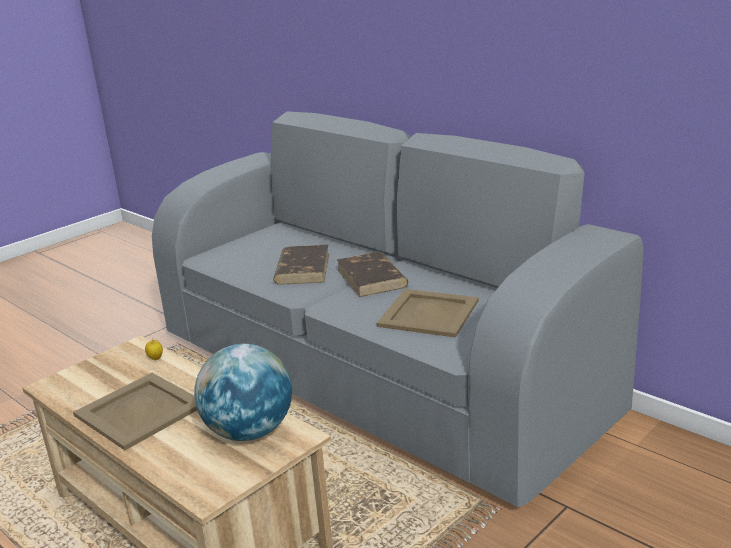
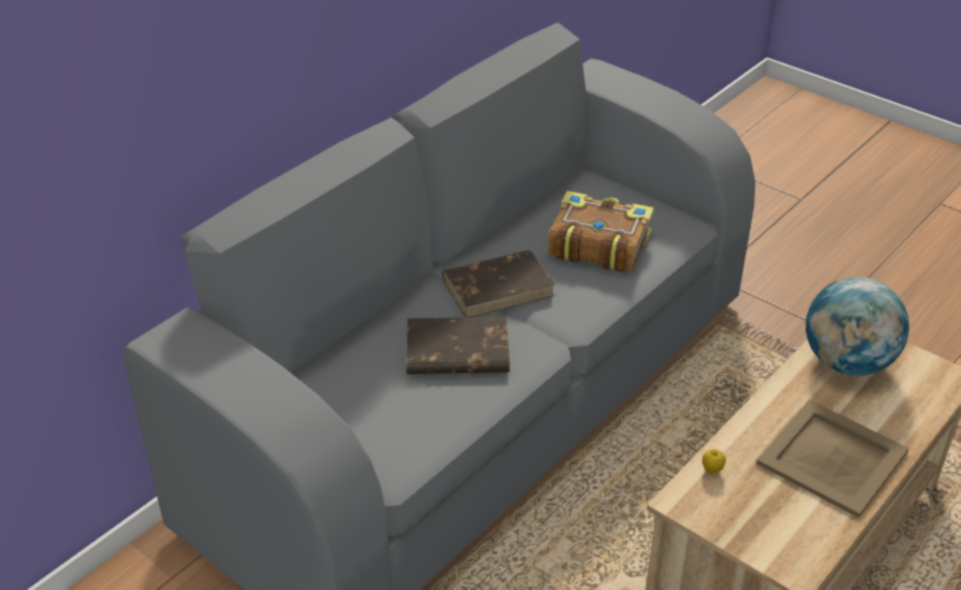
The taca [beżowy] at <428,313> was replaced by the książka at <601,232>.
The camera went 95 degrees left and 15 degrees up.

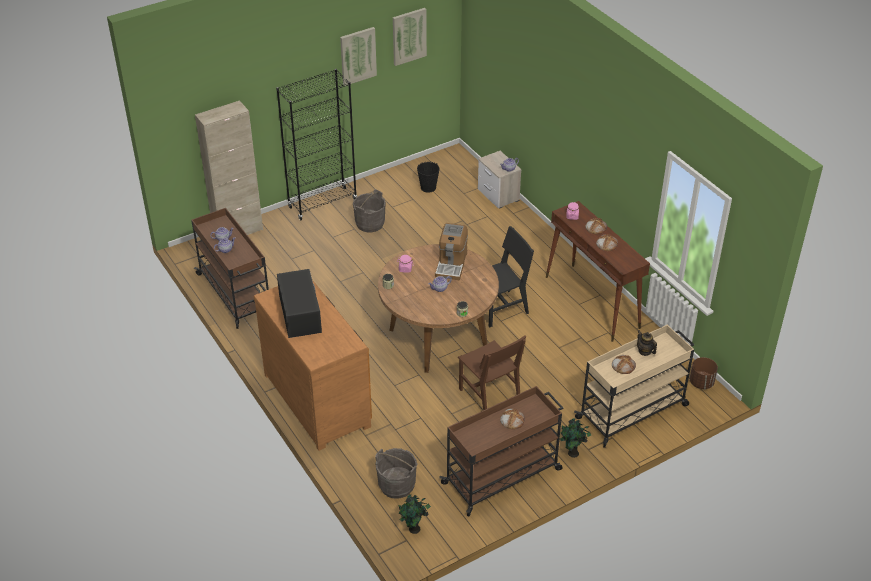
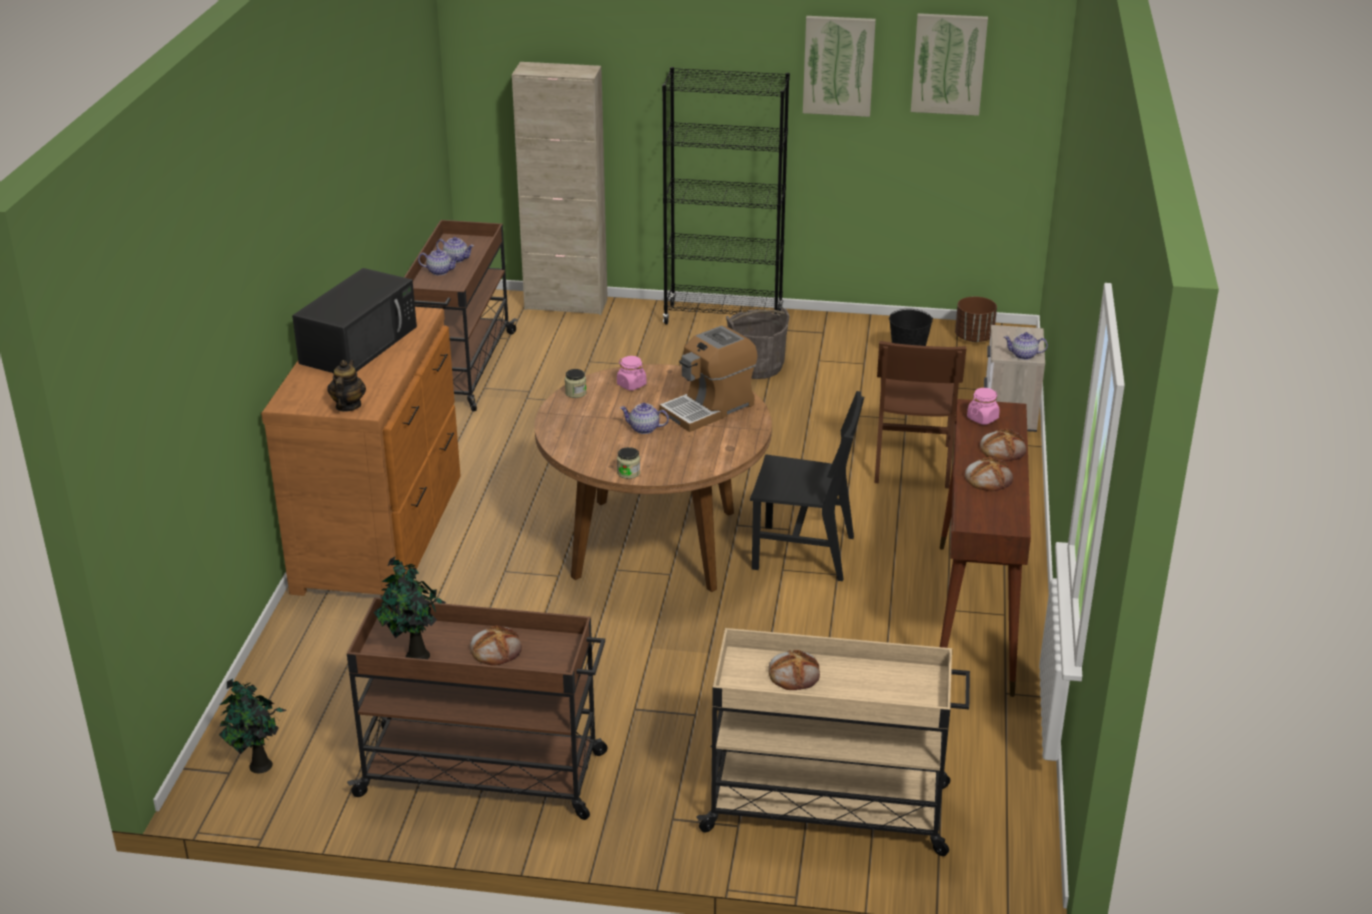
The imbryk moved from <647,343> to <346,386>.
The roślina doniczkowa moved from <575,438> to <410,607>.
The krzesło [brązowy] moved from <492,372> to <920,414>.
The donica [brązowy] moved from <704,373> to <976,319>.
The wiadro [szary] at <396,473> disappeared.
The camera went 40 degrees right and 10 degrees down.

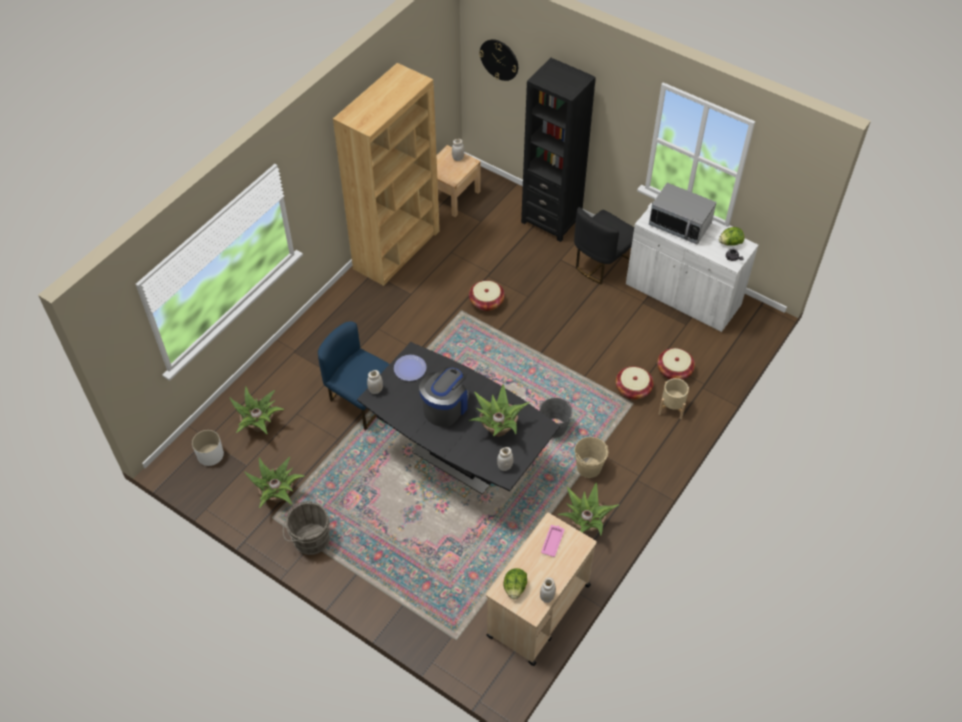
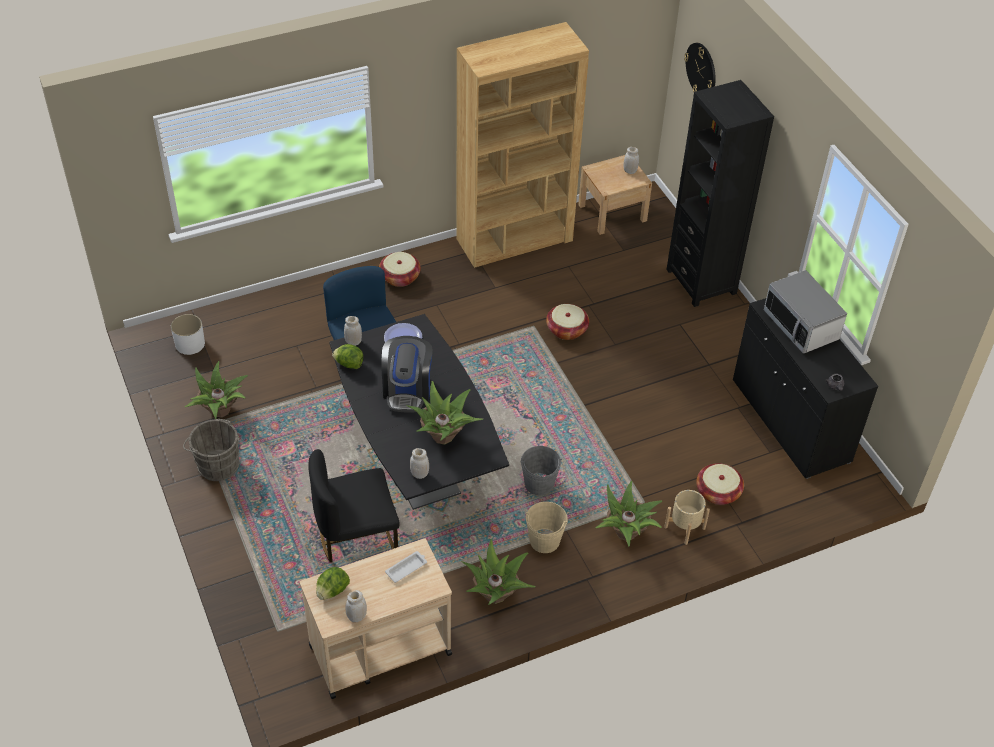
The krzesło [czarny] moved from <604,245> to <354,505>.
The sałata moved from <731,236> to <347,356>.
The koszyk moved from <635,382> to <400,269>.
The ekspres do kawy at <444,397> turned 120 degrees clockwise.
The taca [różowy] at <553,541> became the taca [biały] at <406,567>.
The roślina doniczkowa moved from <256,410> to <628,514>.
The szafka [biały] at <692,268> became the szafka [czarny] at <805,388>.
The camera went 30 degrees right and 5 degrees down.

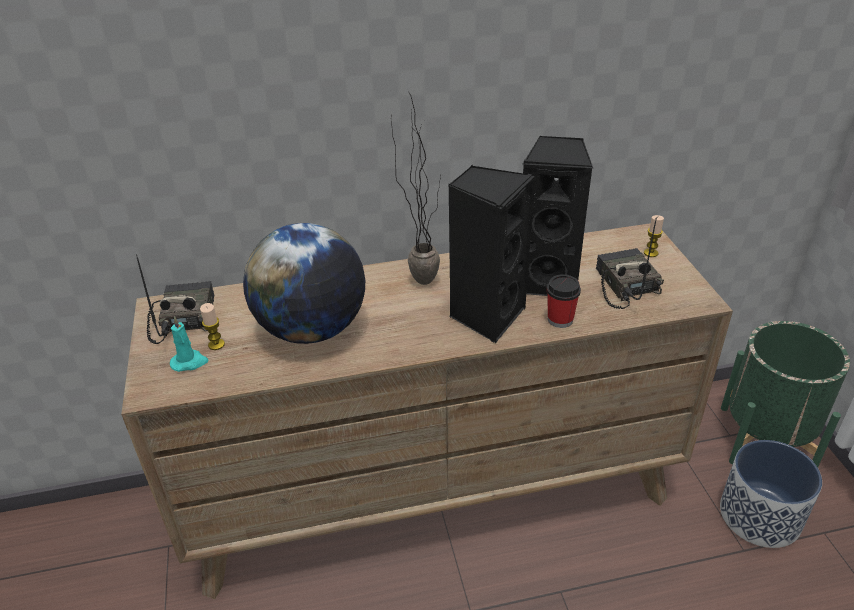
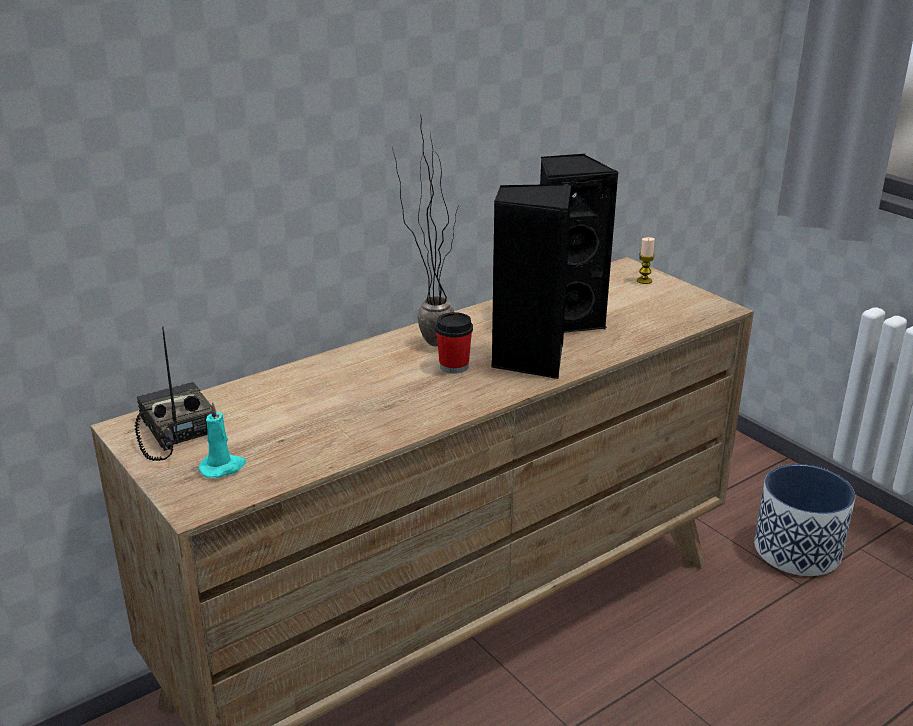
The filiżanka moved from <564,301> to <454,343>.
The świeca at <212,326> disappeared.
The globus at <304,283> disappeared.
The radio at <630,263> disappeared.
The donica [zielony] at <785,394> disappeared.
The camera went 25 degrees left and 10 degrees down.

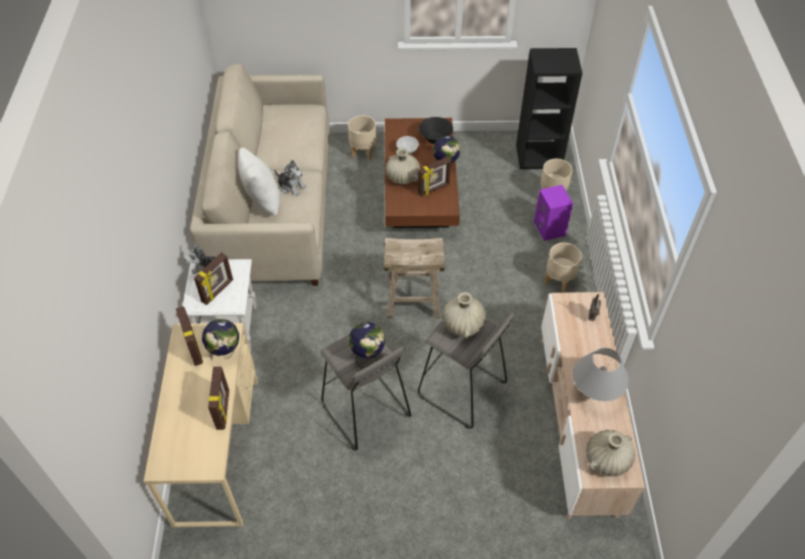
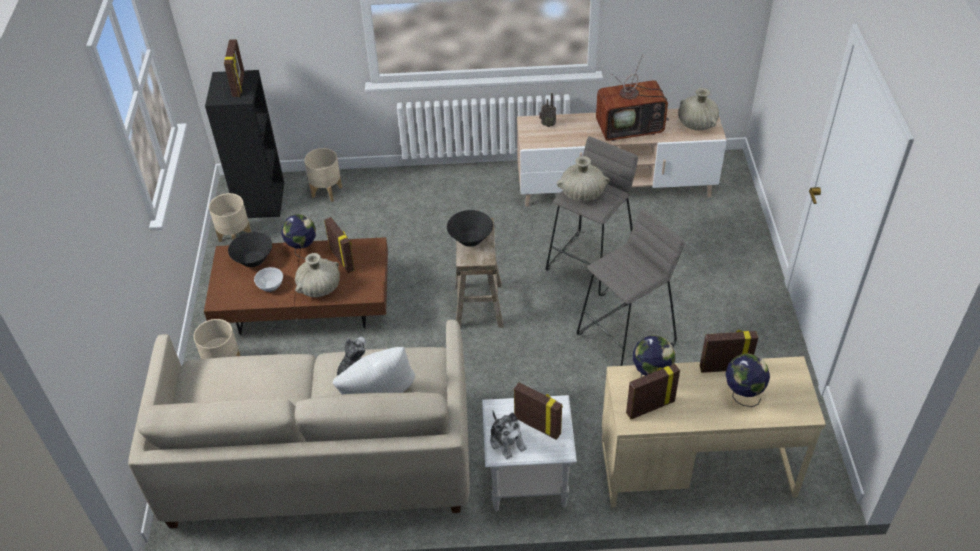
The donica [beżowy] moved from <563,268> to <230,217>.
The ramka na zdjęcie at <234,68> appeared.
The miska [czarny] at <470,228> appeared.
The lampa stołowa [szary] at <601,374> was replaced by the telewizor at <633,97>.
The globus moved from <367,345> to <747,380>.
The głośnik [fioletowy] at <553,213> disappeared.
The camera went 90 degrees left and 5 degrees down.

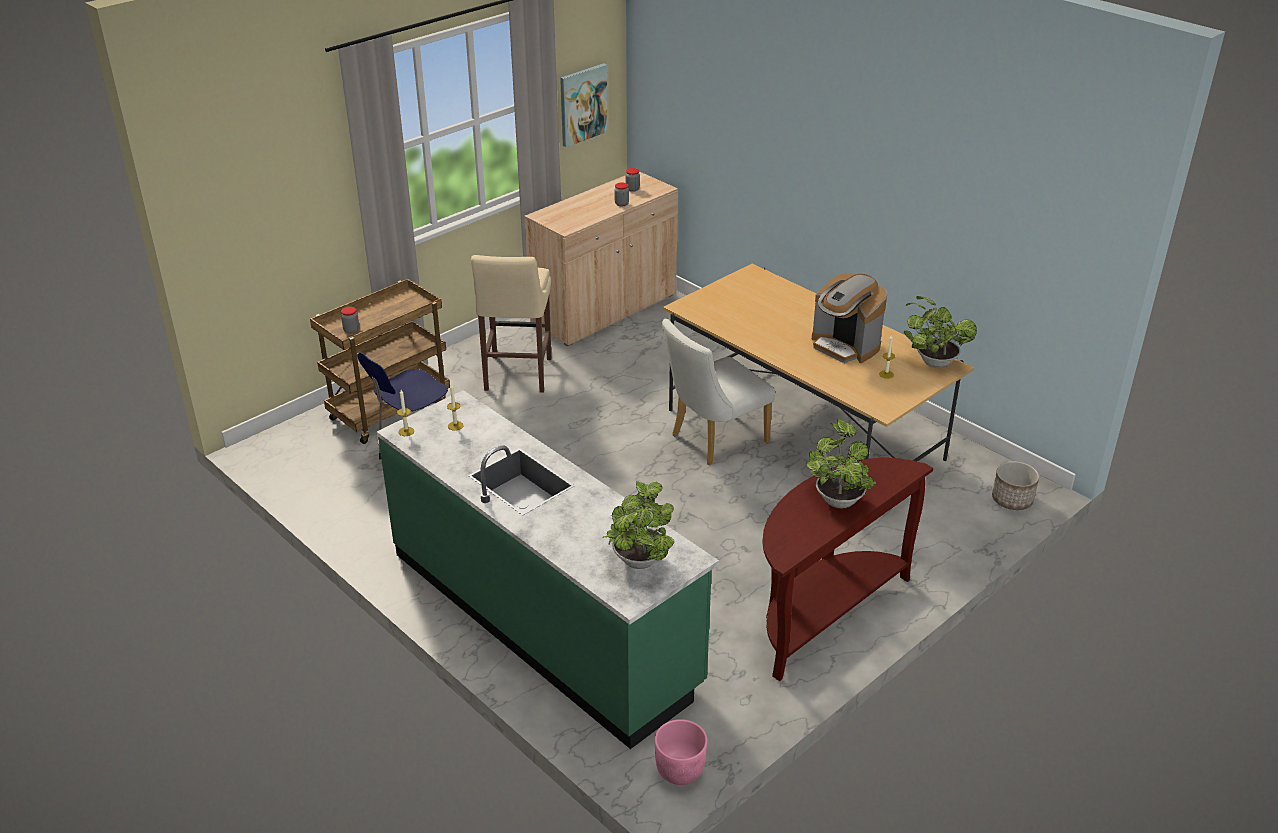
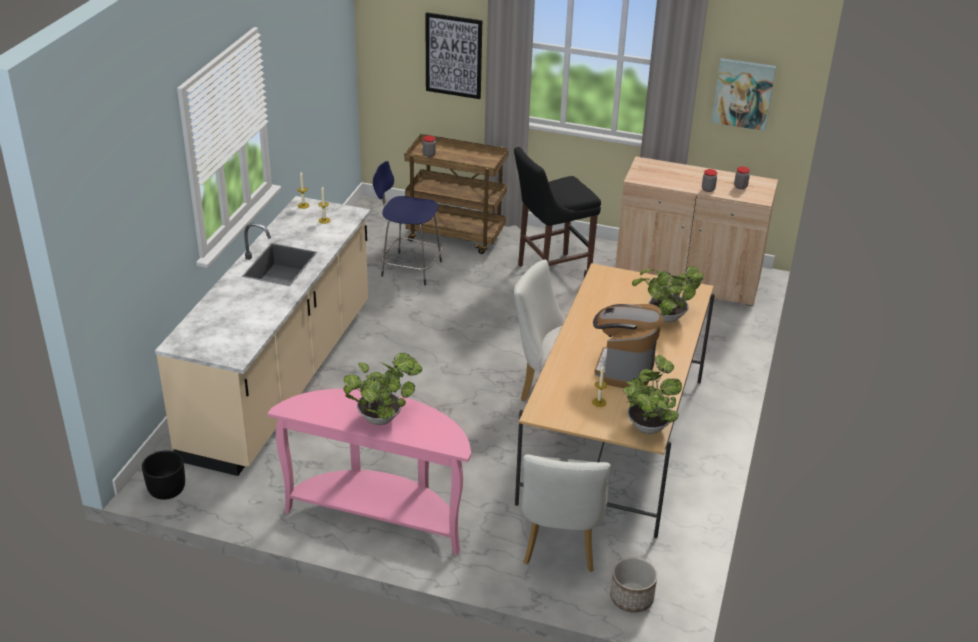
The donica [różowy] at <681,752> became the donica [czarny] at <163,475>.
The zabudowa kuchenna [zielony] at <548,569> became the zabudowa kuchenna [beżowy] at <263,336>.
The stolik konsolowy [brązowy] at <847,569> became the stolik konsolowy [różowy] at <369,472>.
The obraz at <453,55> appeared.
The stołek [beżowy] at <511,324> became the stołek [czarny] at <557,209>.
The krzesło [biały] at <566,513> appeared.
The roślina doniczkowa moved from <638,525> to <668,294>.
The camera went 60 degrees right and 0 degrees up.

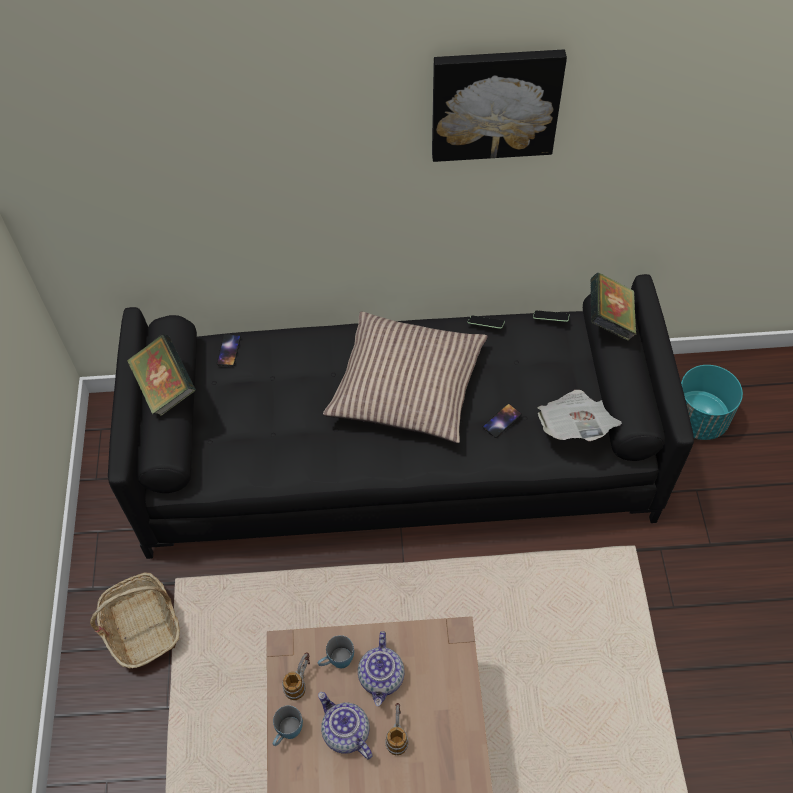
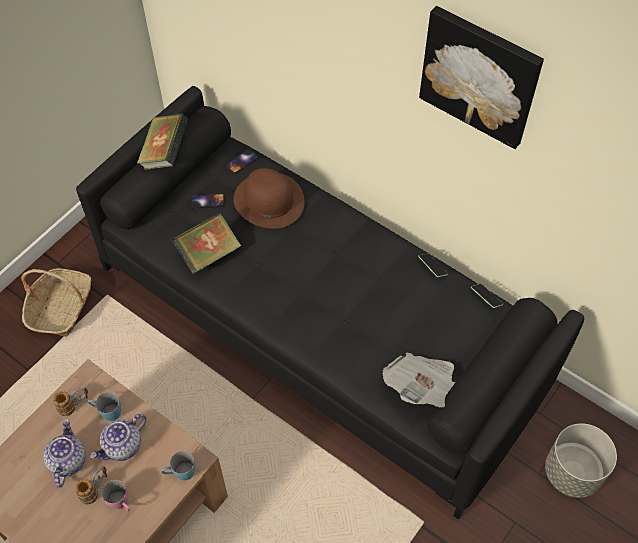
The kubek [różowy] at <115,495> appeared.
The kubek [niebieski] moved from <288,725> to <178,465>.
The książka moved from <613,307> to <206,243>.
The telefon moved from <502,420> to <207,201>.
The kapelusz [brązowy] at <269,198> appeared.
The donica [turkusowy] at <712,402> became the donica [szary] at <581,460>.
The poduszka at <405,377> disappeared.
The camera went 40 degrees right and 0 degrees up.

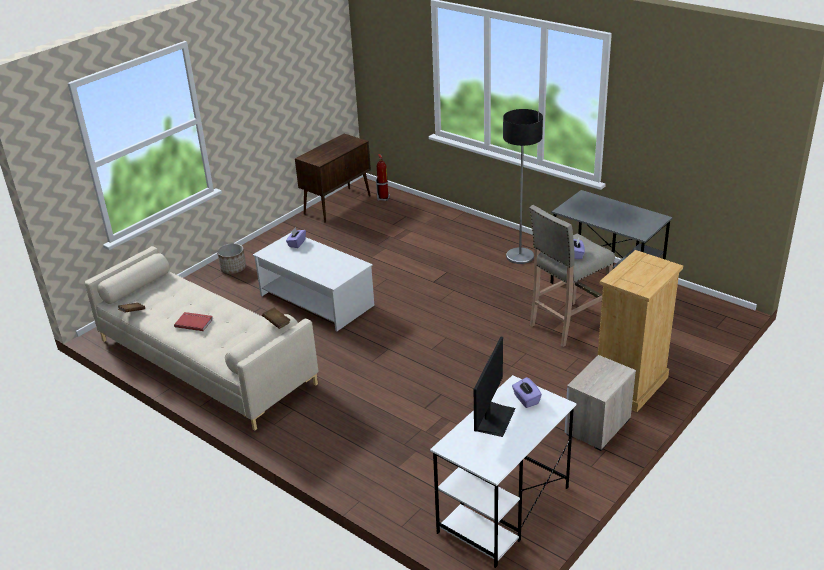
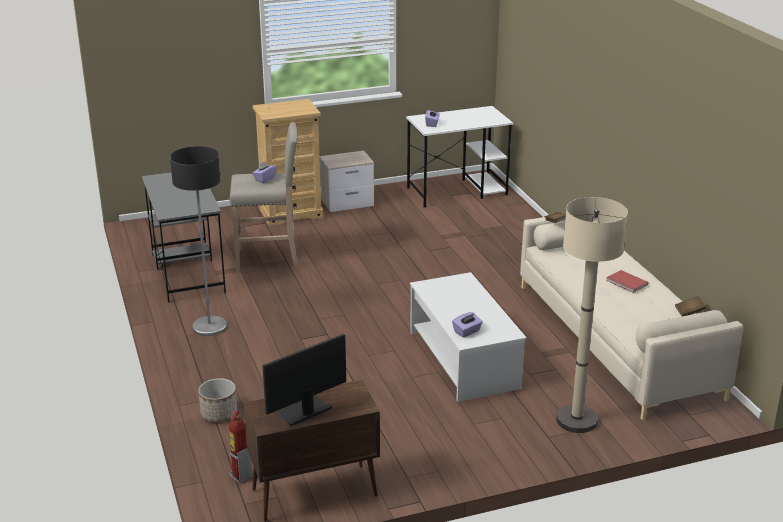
The donica moved from <231,258> to <217,400>.
The monitor moved from <495,387> to <304,380>.
The lampa stojąca [beżowy] at <592,315> appeared.
The camera went 150 degrees left and 5 degrees down.

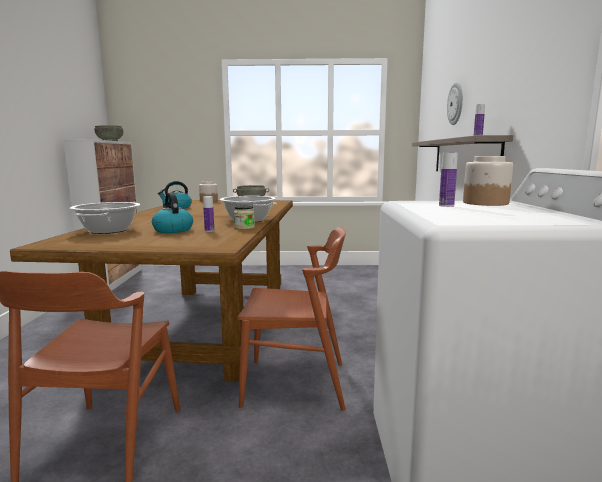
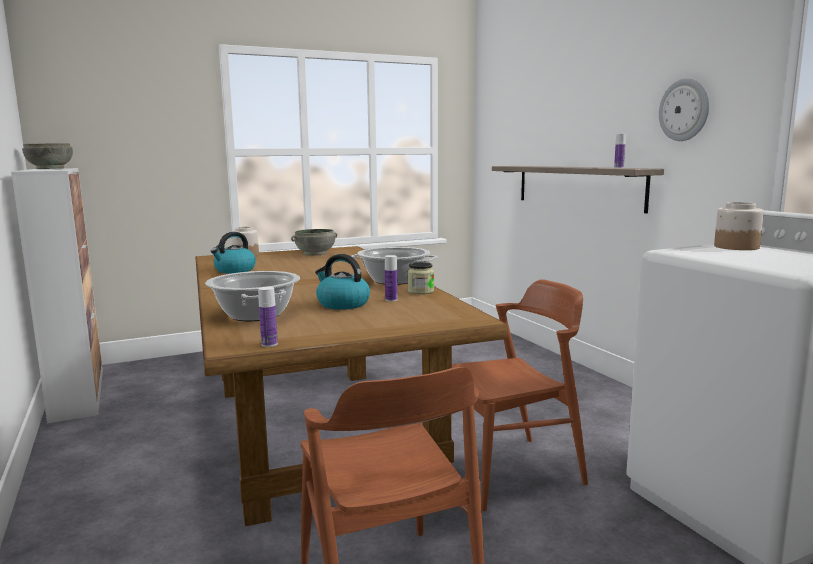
The butelka moved from <448,179> to <268,317>.
The zegar ścienny moved from <455,103> to <684,109>.
The camera went 25 degrees left and 0 degrees up.

